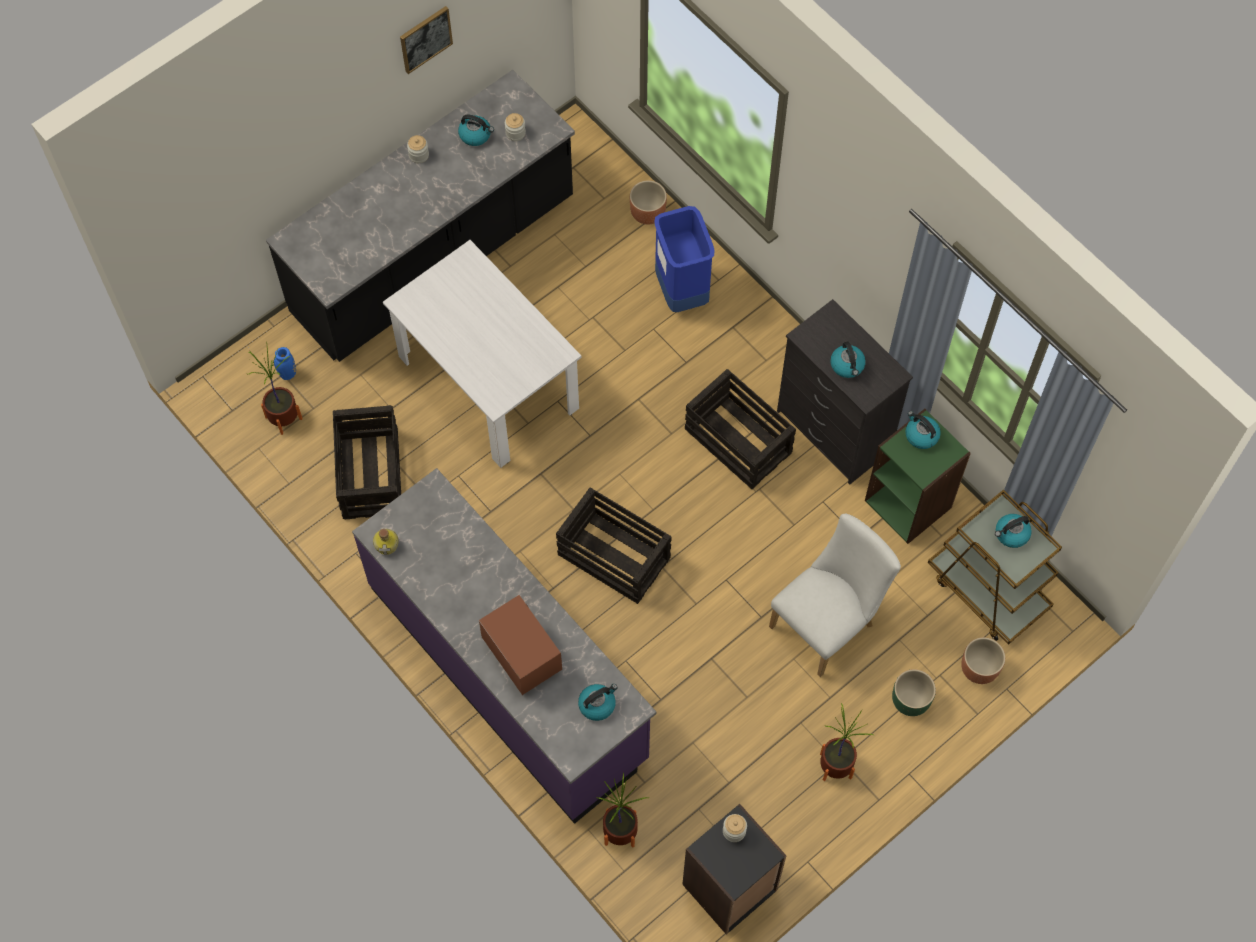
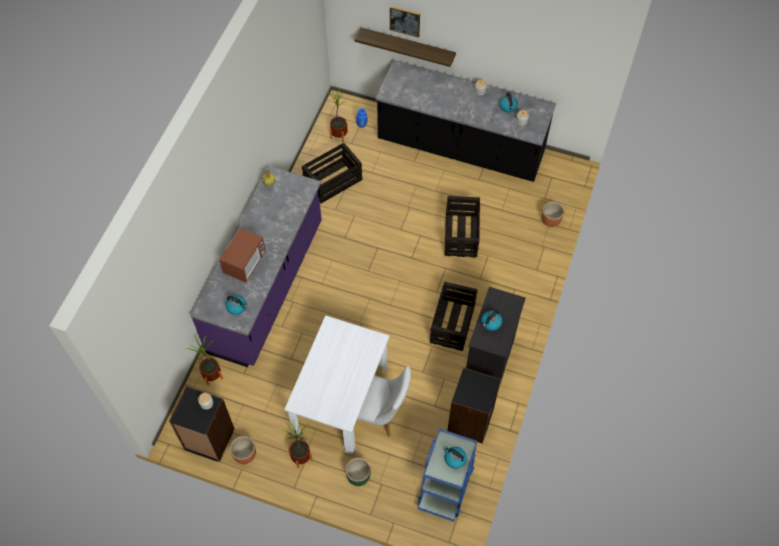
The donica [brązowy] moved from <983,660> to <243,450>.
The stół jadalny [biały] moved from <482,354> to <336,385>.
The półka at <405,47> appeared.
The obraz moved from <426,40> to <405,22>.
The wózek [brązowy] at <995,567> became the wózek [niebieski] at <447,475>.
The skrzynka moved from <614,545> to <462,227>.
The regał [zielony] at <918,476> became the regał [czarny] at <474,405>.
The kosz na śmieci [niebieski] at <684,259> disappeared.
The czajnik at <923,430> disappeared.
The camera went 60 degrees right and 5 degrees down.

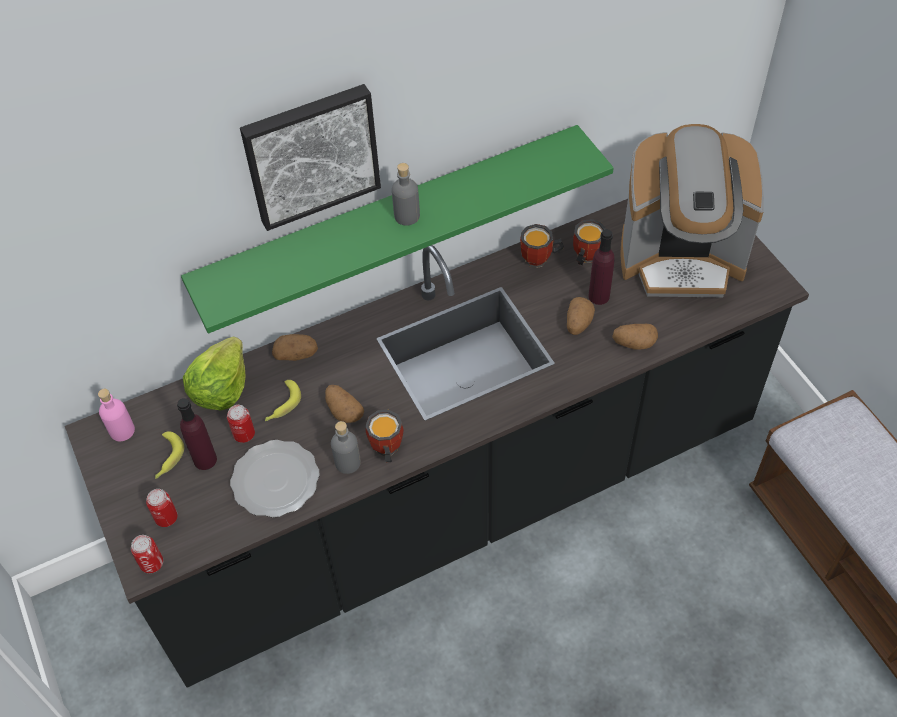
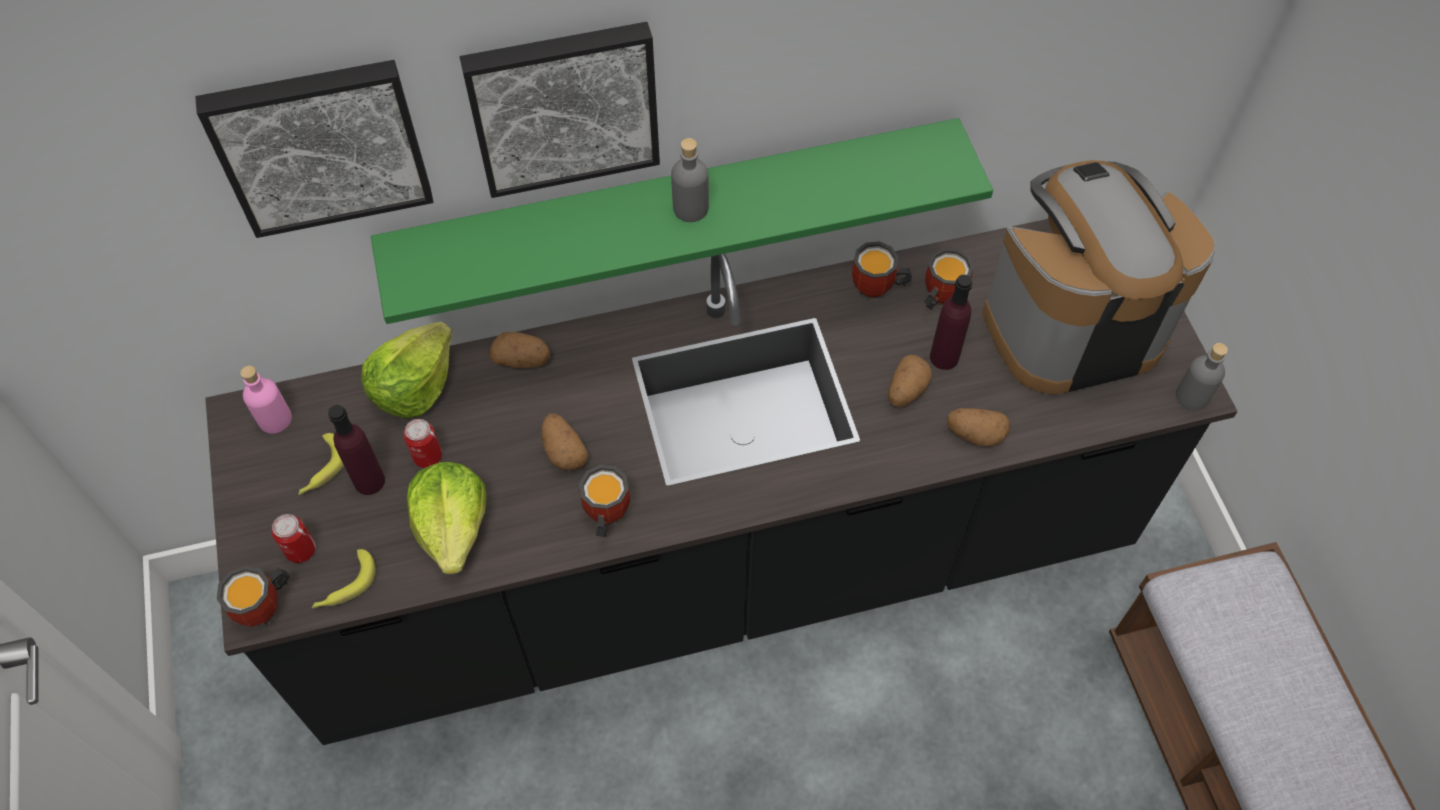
The obraz at <314,149> appeared.
The puszka at <147,554> was replaced by the kubek at <253,597>.
The banan moved from <283,400> to <343,578>.
The talerz at <275,479> was replaced by the sałata at <446,518>.
The ekspres do kawy at <692,210> turned 150 degrees clockwise.
The butelka [szary] moved from <346,447> to <1202,377>.
The camera went 10 degrees right and 5 degrees up.

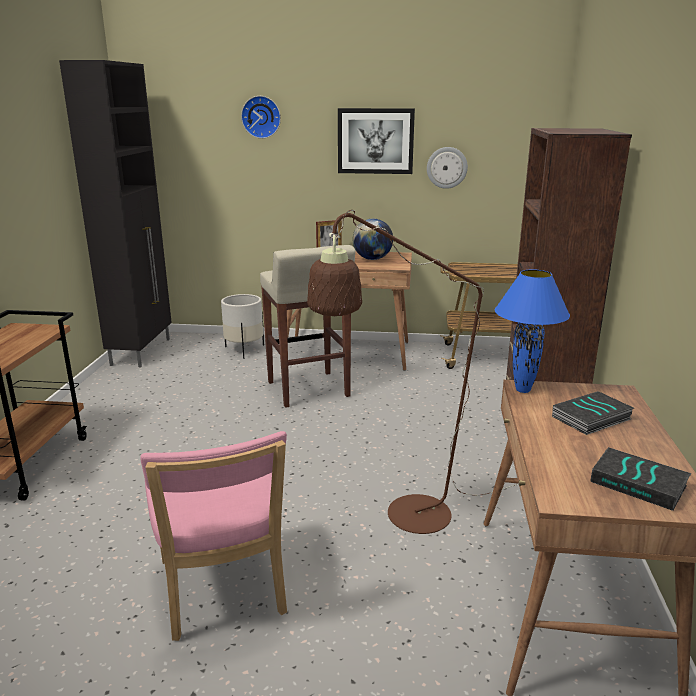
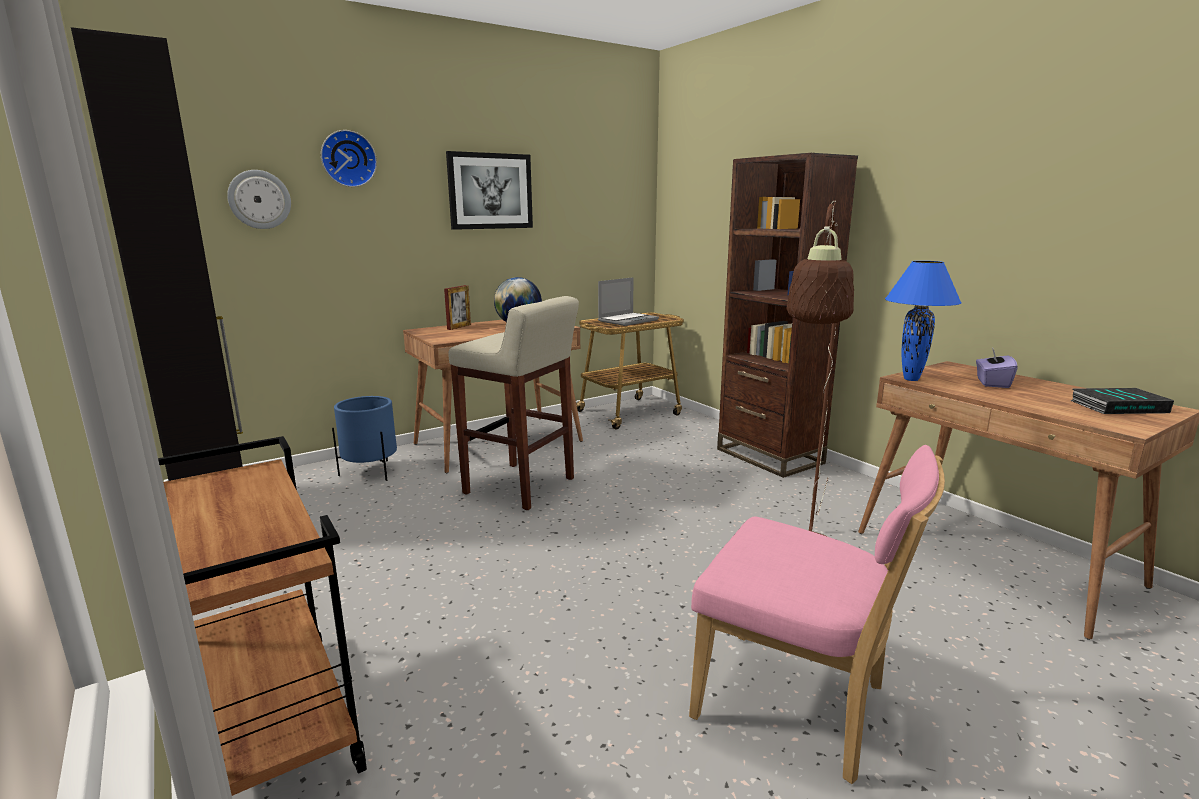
The zegar ścienny moved from <447,168> to <259,199>.
The donica [biały] at <242,326> became the donica [niebieski] at <364,438>.
The laptop at <628,301> appeared.
The książka at <593,413> was replaced by the pudełko chusteczek [fioletowy] at <997,368>.
The camera went 40 degrees left and 5 degrees down.

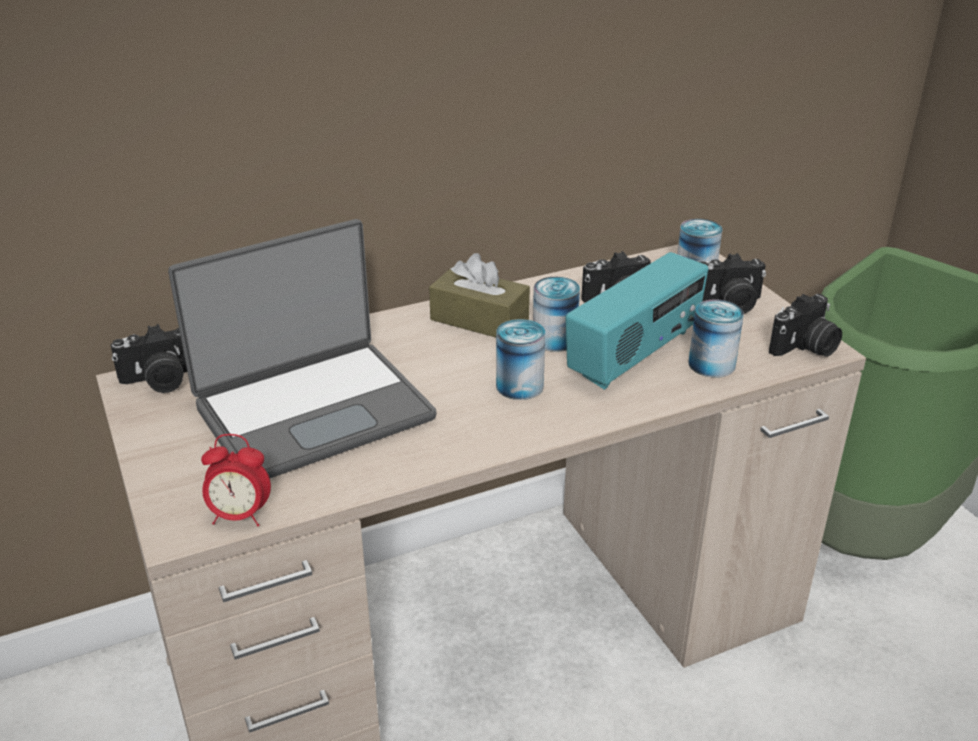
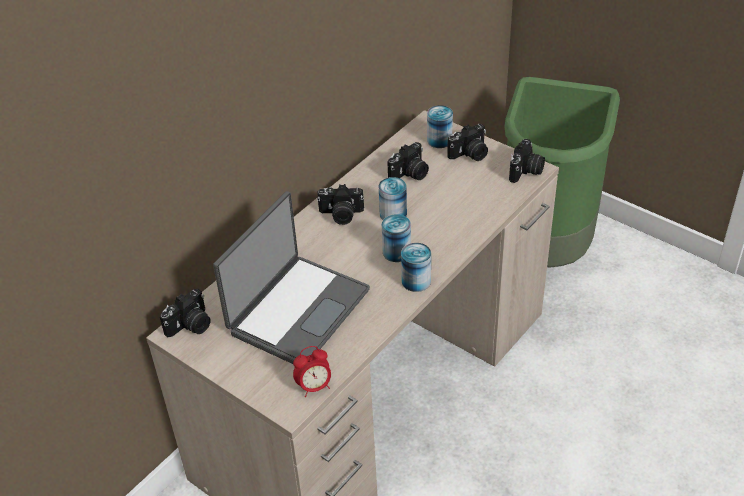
The pudełko chusteczek [brązowy] at <479,295> was replaced by the aparat fotograficzny at <340,204>.
The puszka moved from <716,338> to <416,267>.
The radio at <636,321> disappeared.
The camera went 25 degrees left and 10 degrees up.

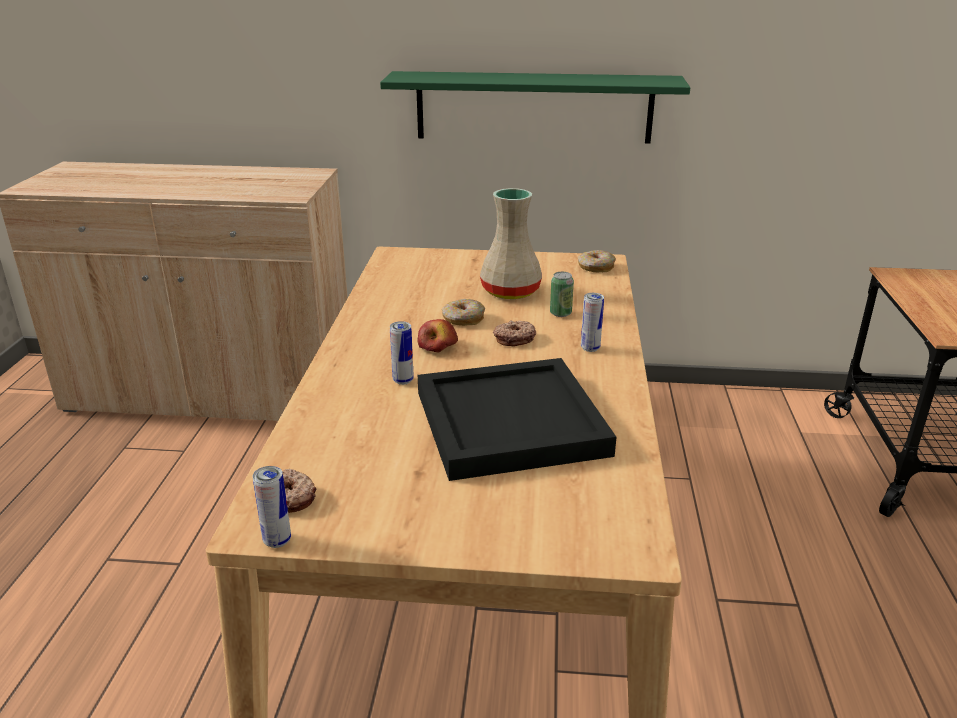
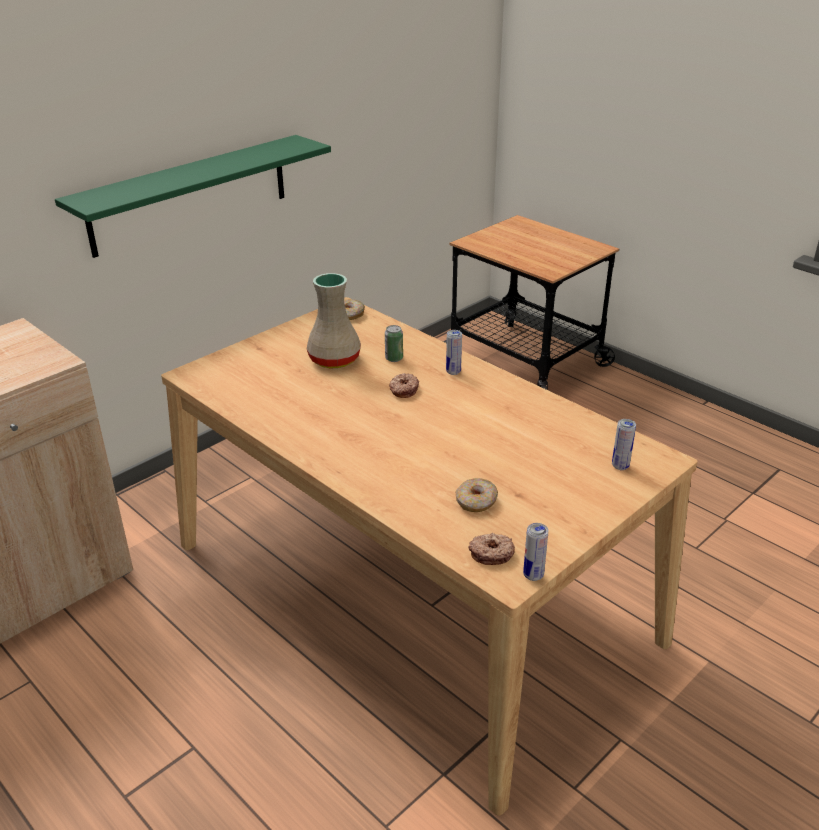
The donut moved from <463,312> to <477,495>.
The puszka moved from <402,353> to <624,444>.
The jabłko at <437,336> disappeared.
The taca [czarny] at <517,419> disappeared.
The camera went 50 degrees left and 5 degrees up.

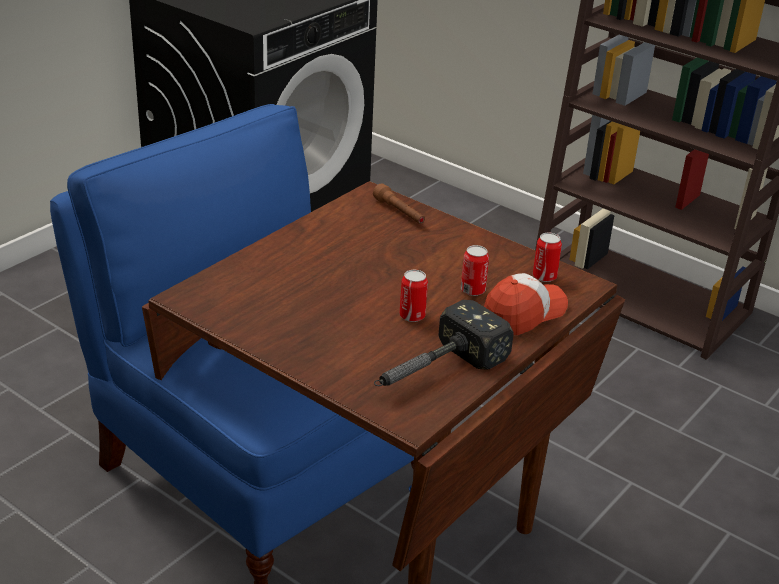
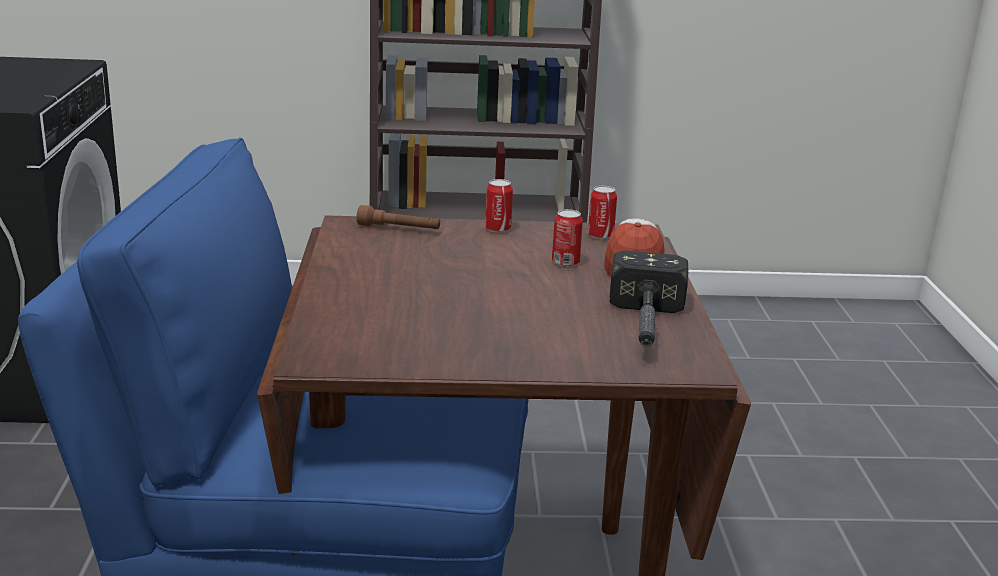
The puszka moved from <414,296> to <499,206>.
The camera went 40 degrees left and 10 degrees down.

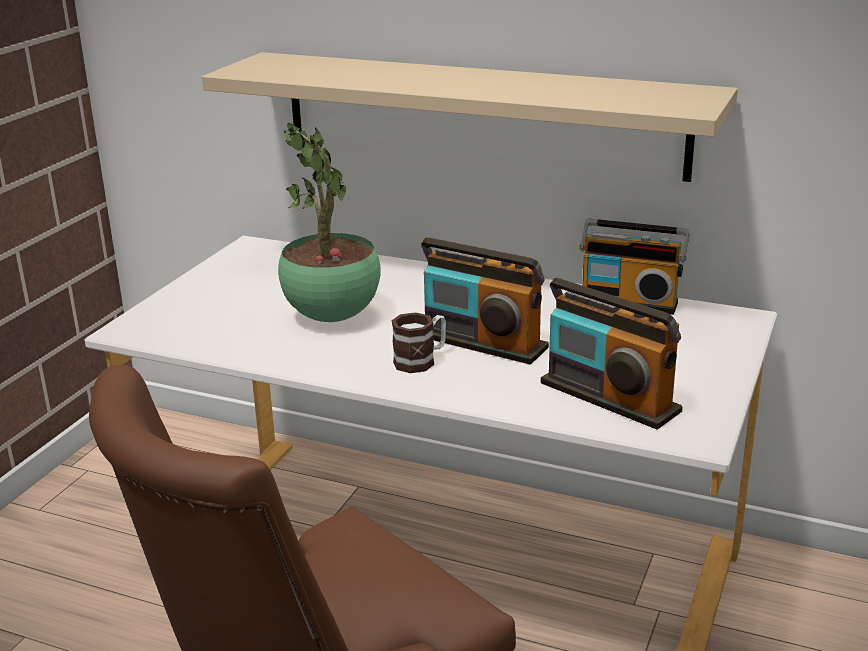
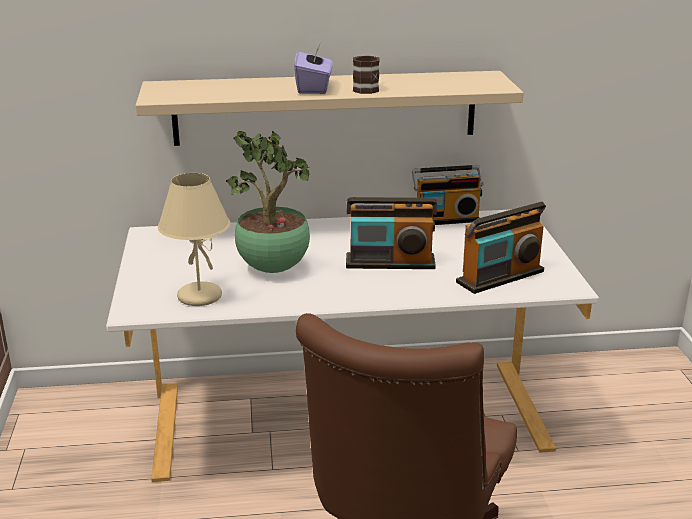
The lampa stołowa [beżowy] at <194,239> appeared.
The pudełko chusteczek [fioletowy] at <313,68> appeared.
The kubek moved from <419,342> to <366,75>.
The radio at <612,354> turned 45 degrees counterclockwise.
The camera went 30 degrees left and 0 degrees up.

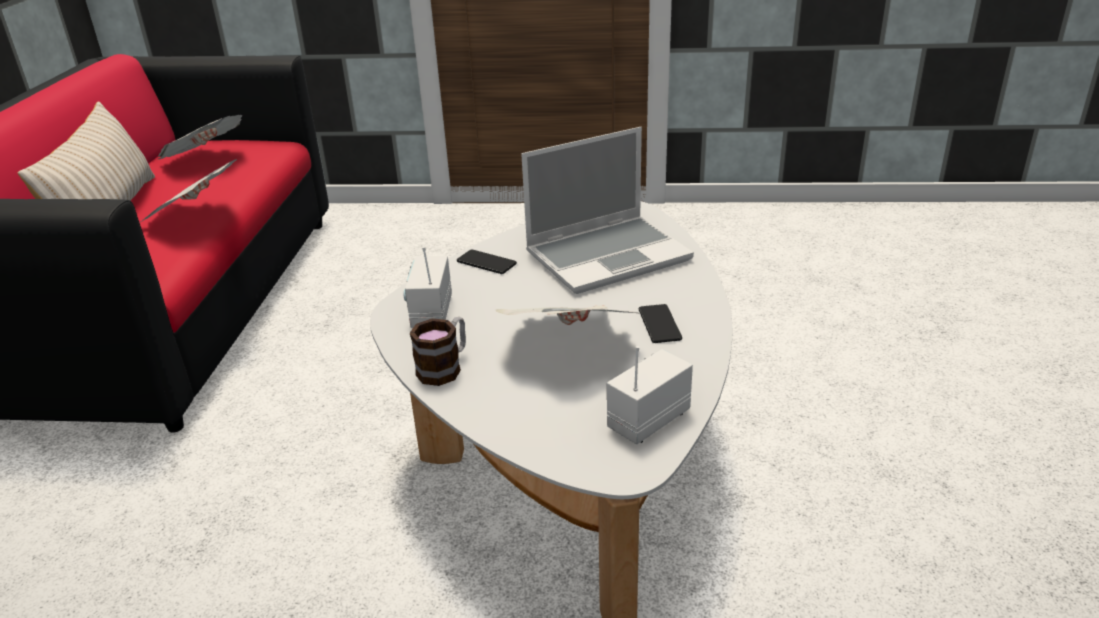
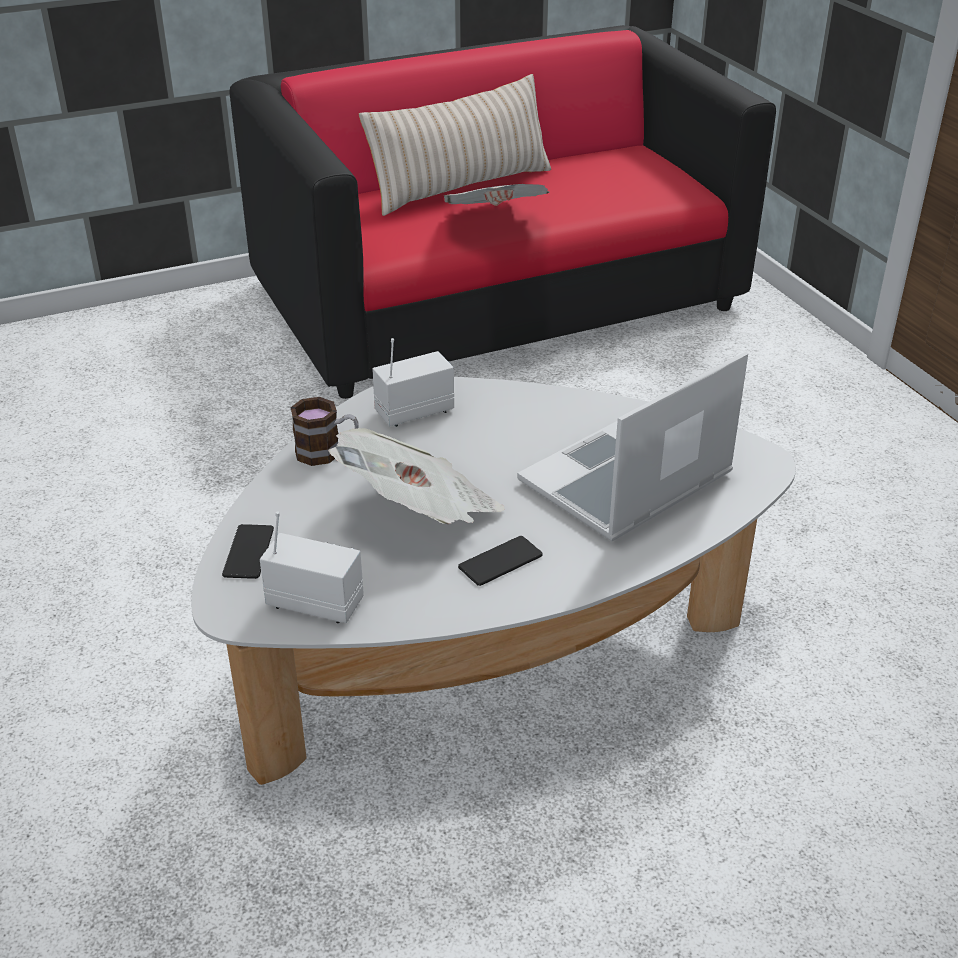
The telefon moved from <487,261> to <248,551>.
The laptop at <607,210> turned 105 degrees clockwise.
The gazeta at <200,137> disappeared.
The camera went 60 degrees right and 5 degrees up.

